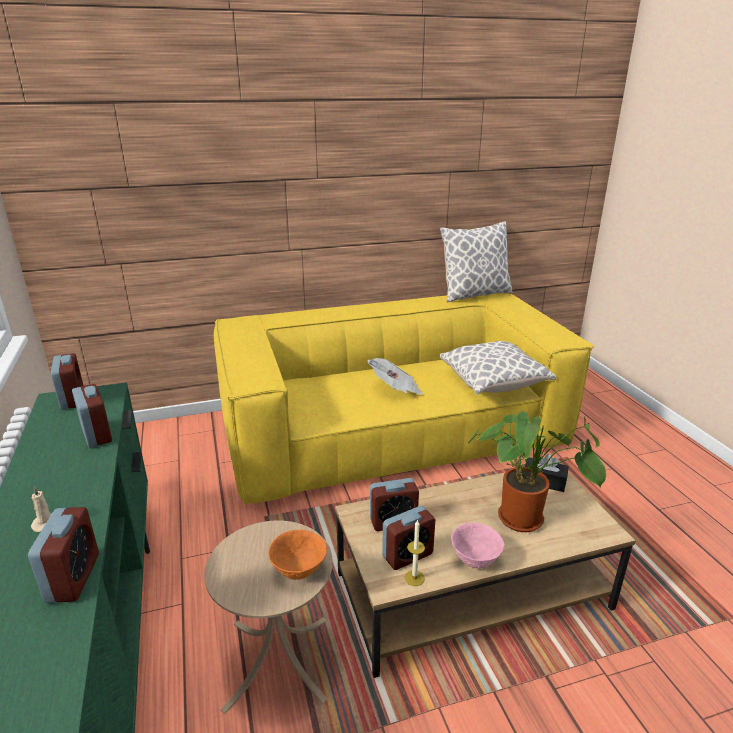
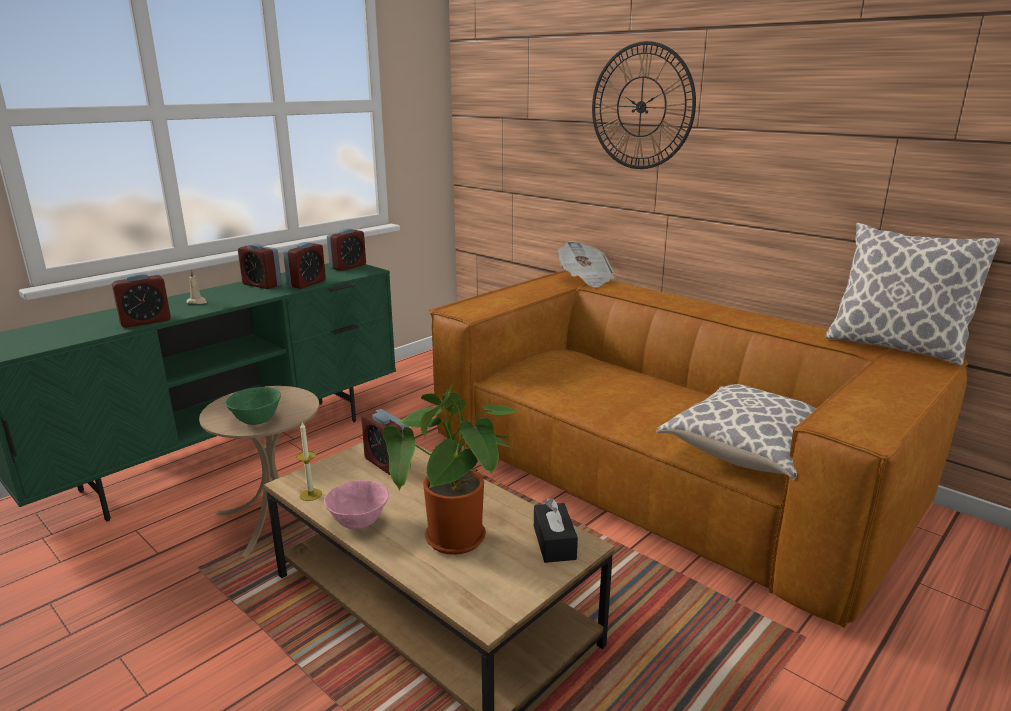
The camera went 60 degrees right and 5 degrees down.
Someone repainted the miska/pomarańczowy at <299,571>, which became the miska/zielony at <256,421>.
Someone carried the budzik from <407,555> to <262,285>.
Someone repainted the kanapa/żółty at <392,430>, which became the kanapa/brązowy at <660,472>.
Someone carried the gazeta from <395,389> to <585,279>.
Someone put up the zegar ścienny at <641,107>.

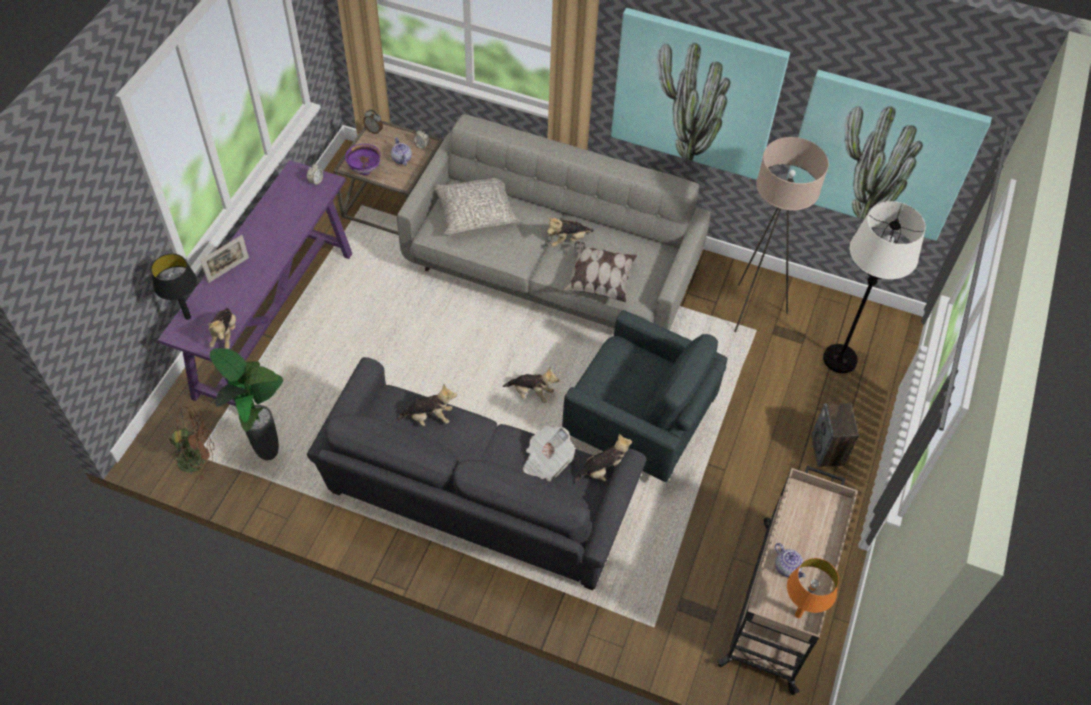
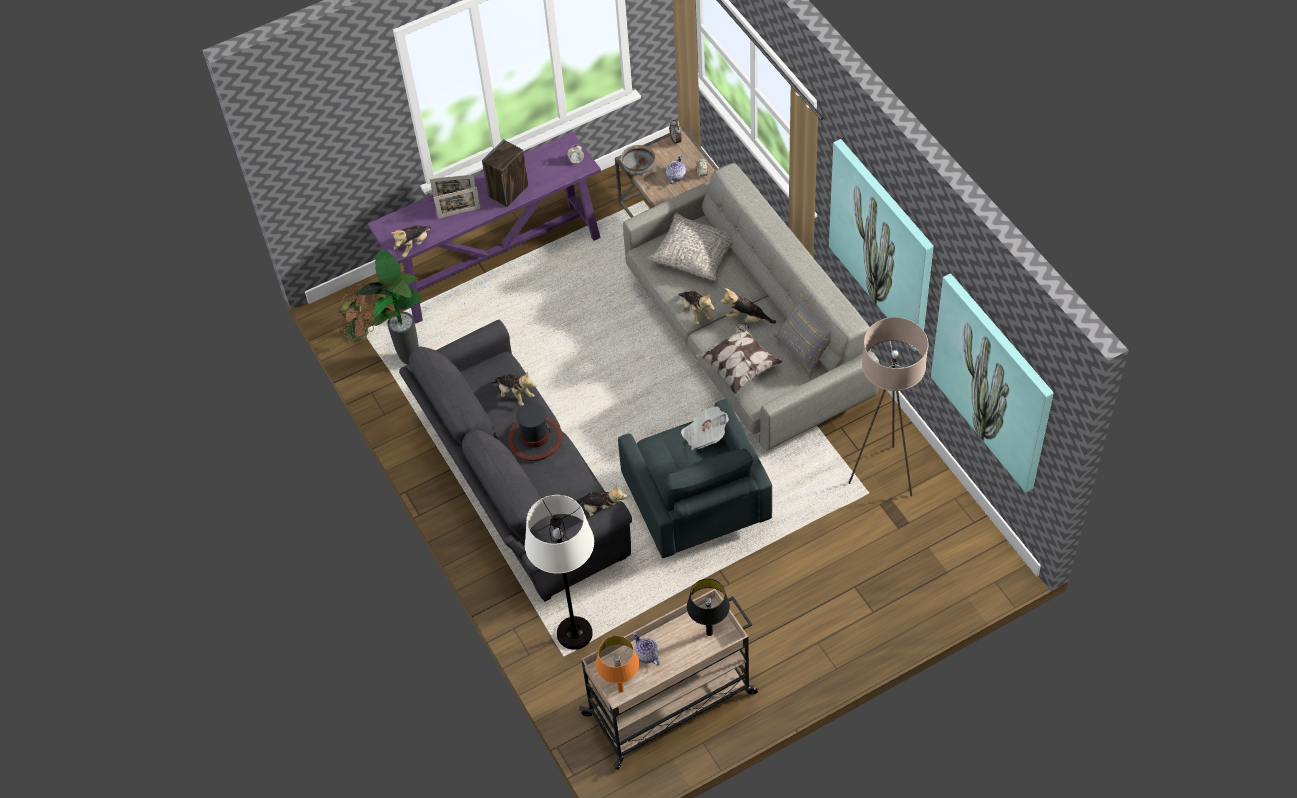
The camera went 45 degrees right and 0 degrees up.
Someone put down the ramka na zdjęcie at <459,213>.
Someone carried the głośnik from <827,451> to <508,192>.
Someone put down the kapelusz at <535,439>.
Someone carried the lampa stojąca/biały from <839,359> to <574,633>.
Someone repainted the miska/fioletowy at <364,169>, which became the miska/szary at <638,170>.
Someone rotated the imbryk at <787,567> by 135 degrees clockwise.
Someone carried the pluszak from <531,393> to <695,312>.
Someone carried the gazeta from <546,460> to <704,435>.
Someone carried the lampa stołowa/czarny from <187,317> to <709,633>.
Someone put down the poduszka/szary at <805,349>.

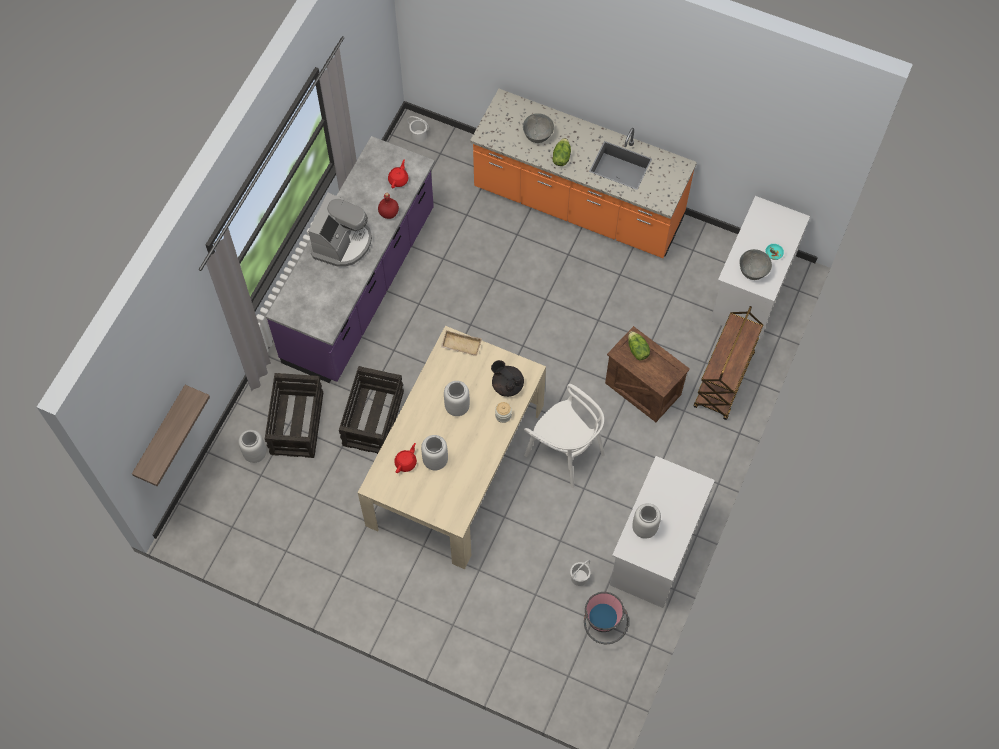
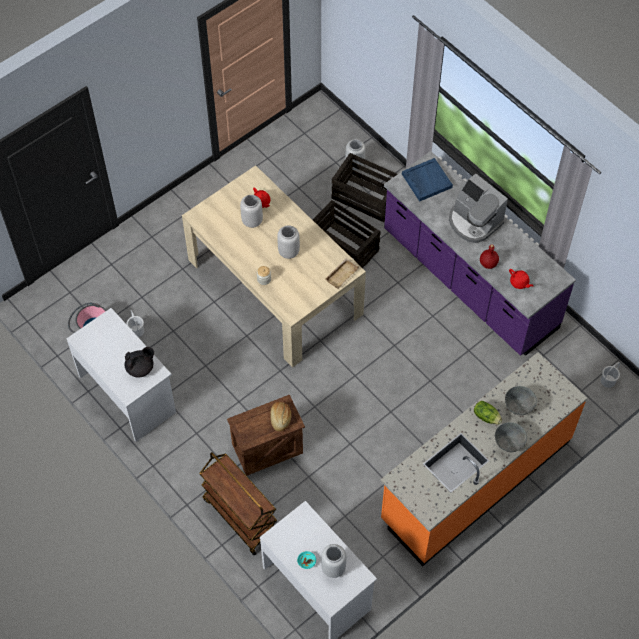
The camera went 115 degrees right and 5 degrees down.
Someone carried the imbryk/czarny from <507,385> to <140,368>.
Someone swapped the sałata at <637,350> for the chleb at <280,418>.
Someone carried the wazon/szary from <644,528> to <333,567>.
Someone put down the taca/niebieski at <426,181>.
Someone carried the miska/szary from <752,272> to <508,443>.
Someone took away the półka at <161,434>.
Someone took away the krzesło/biały at <565,452>.

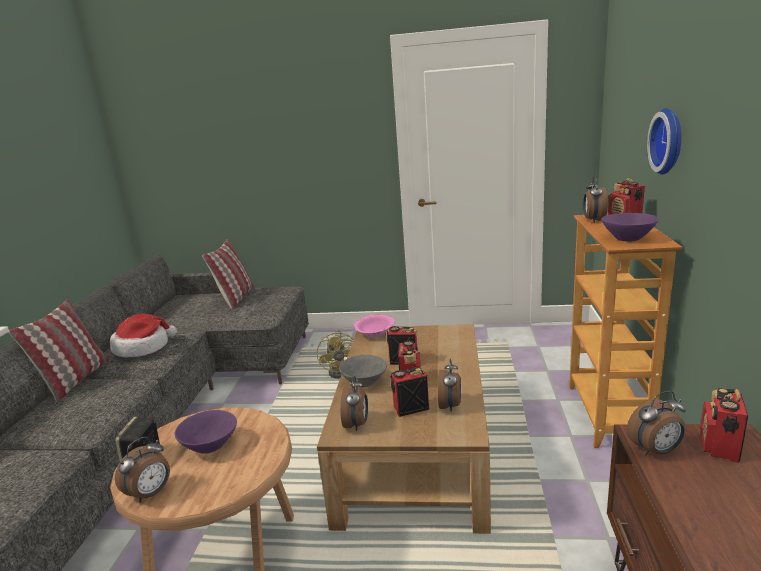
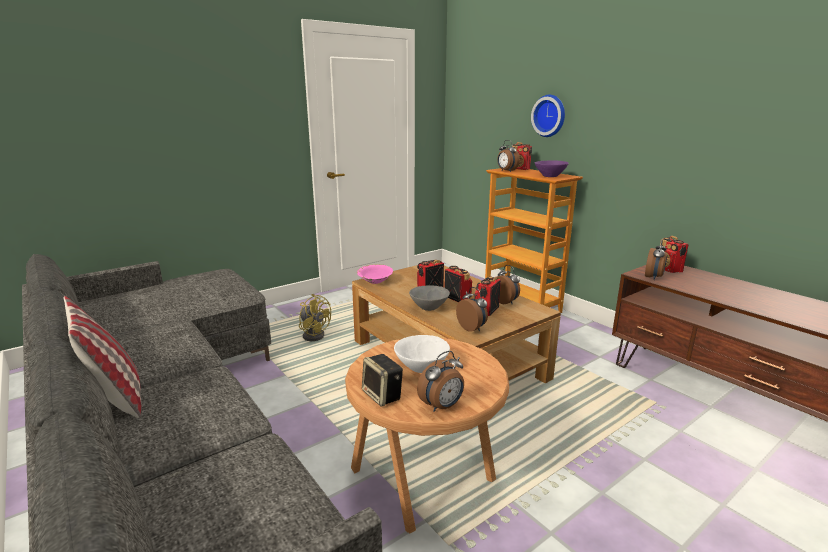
The camera went 45 degrees left and 0 degrees up.
Someone repainted the miska/fioletowy at <211,447>, which became the miska/biały at <422,367>.
Someone rotated the budzik at <151,493> by 60 degrees clockwise.
Someone took away the kapelusz at <143,347>.
Someone took away the poduszka at <236,298>.

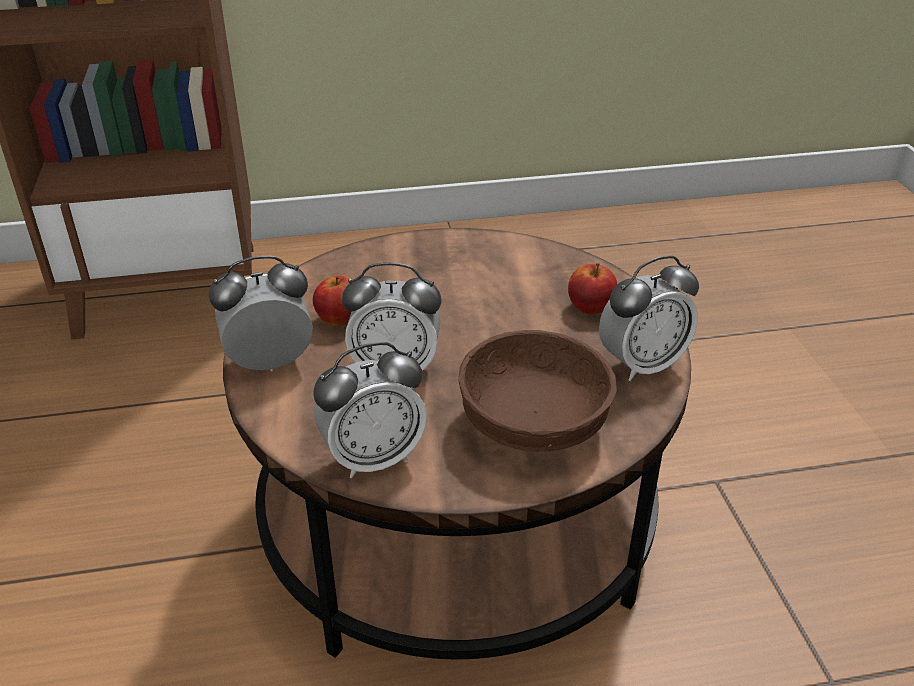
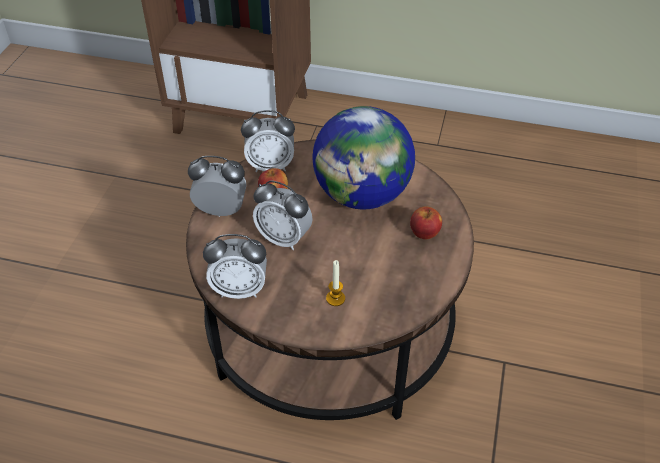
The camera went 25 degrees right and 10 degrees up.
Someone carried the budzik from <642,365> to <270,166>.
Someone put down the globus at <362,195>.
Someone swapped the miska/brązowy at <531,423> for the świeca at <335,298>.

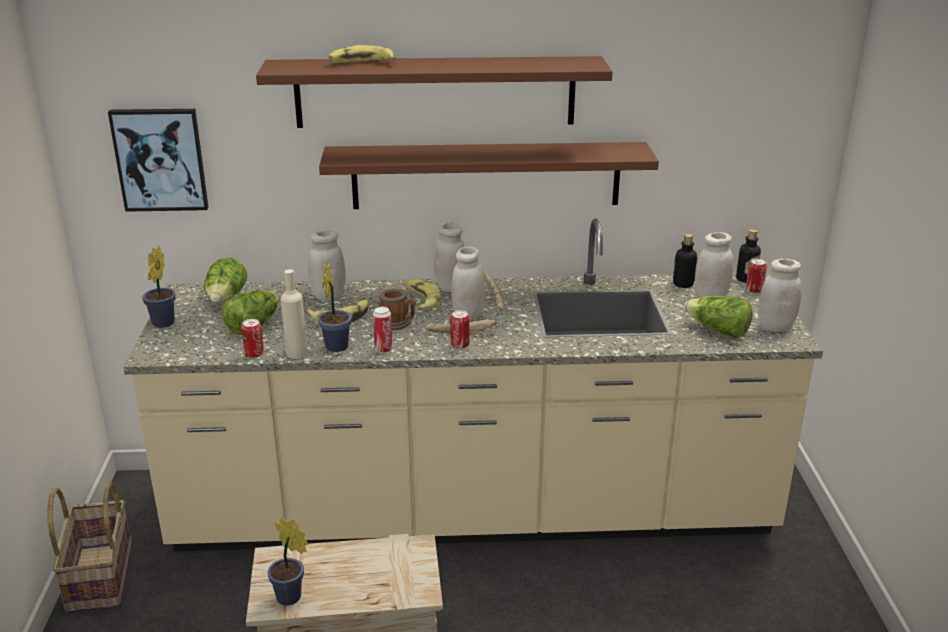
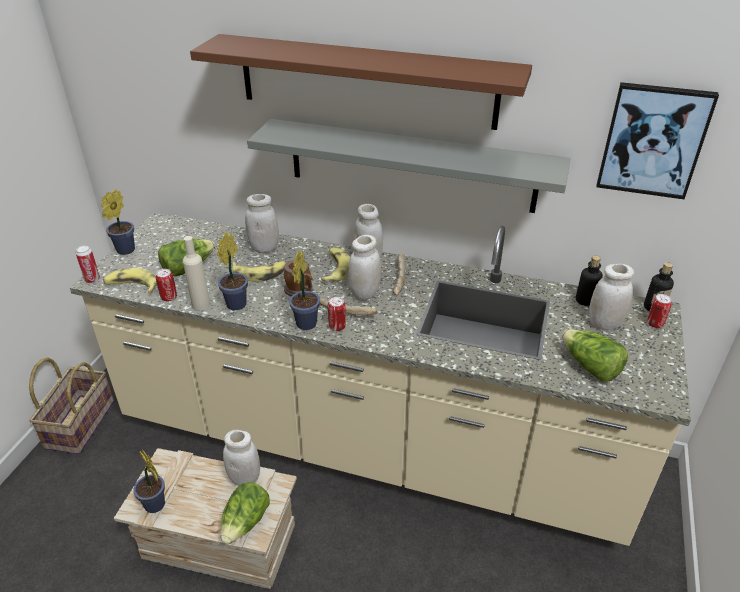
The camera went 20 degrees right and 10 degrees up.
Someone carried the puszka from <383,349> to <92,280>.
Someone carried the banan from <361,64> to <132,286>.
Someone carried the sałata from <226,298> to <246,522>.
Someone carried the słoik/biały from <775,327> to <245,478>.
Someone repainted the półka/brązowy at <486,175>, which became the półka/szary at <411,165>.
Someone put down the roślina doniczkowa at <307,322>.
Someone carried the obraz from <160,159> to <653,140>.

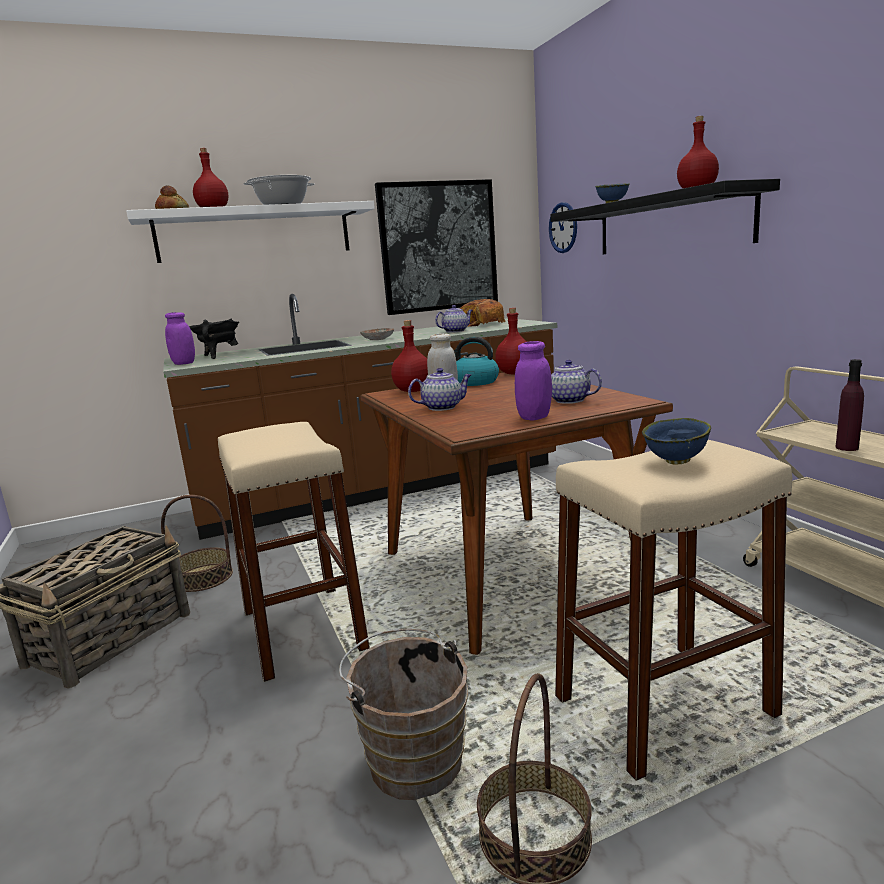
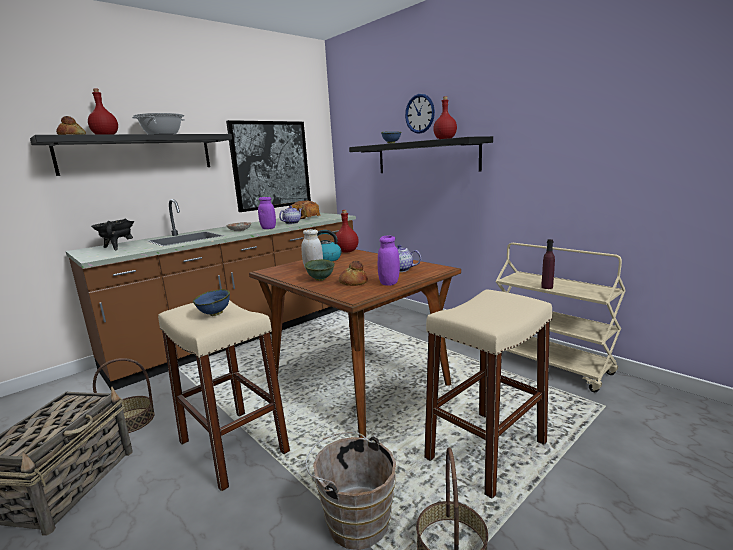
The camera went 20 degrees left and 0 degrees up.
Someone repainted the półka/biały at <255,233>, which became the półka/czarny at <138,154>.
Someone carried the miska/niebieski from <677,462> to <215,314>.
Someone carried the słoik/fioletowy from <184,363> to <268,228>.
Someone swapped the imbryk at <443,407> for the miska/zielony at <321,279>.
Someone put down the chleb at <353,283>.
Someone carried the zegar ścienny from <563,228> to <419,113>.
Someone took away the butelka/czerwony at <413,391>.

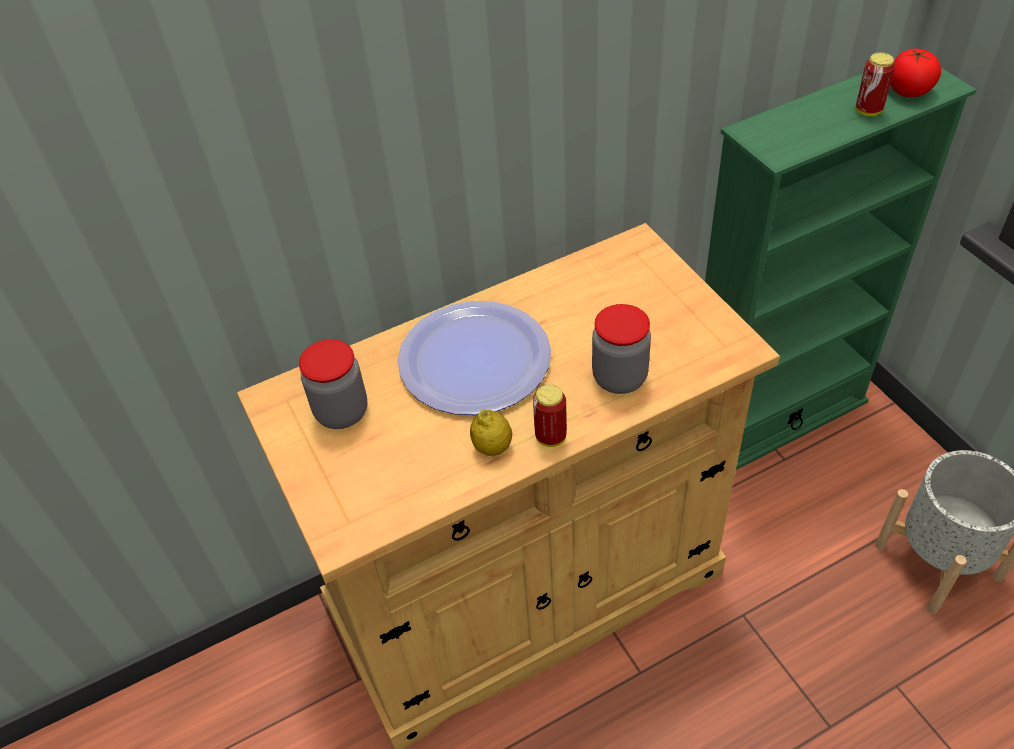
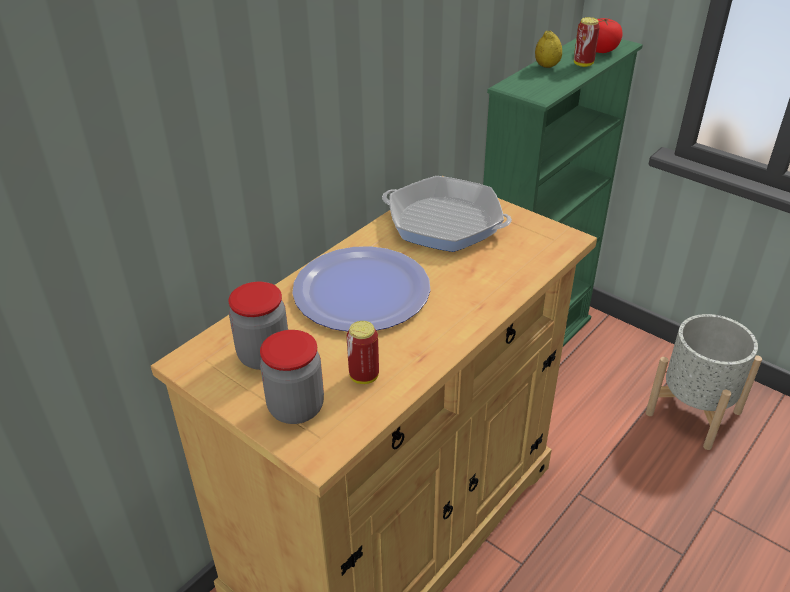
The camera went 25 degrees left and 10 degrees down.
Someone carried the słoik from <619,378> to <296,408>.
Someone carried the puszka from <550,437> to <364,376>.
Someone put down the patelnia at <444,222>.
Someone carried the cytryna from <492,447> to <547,66>.

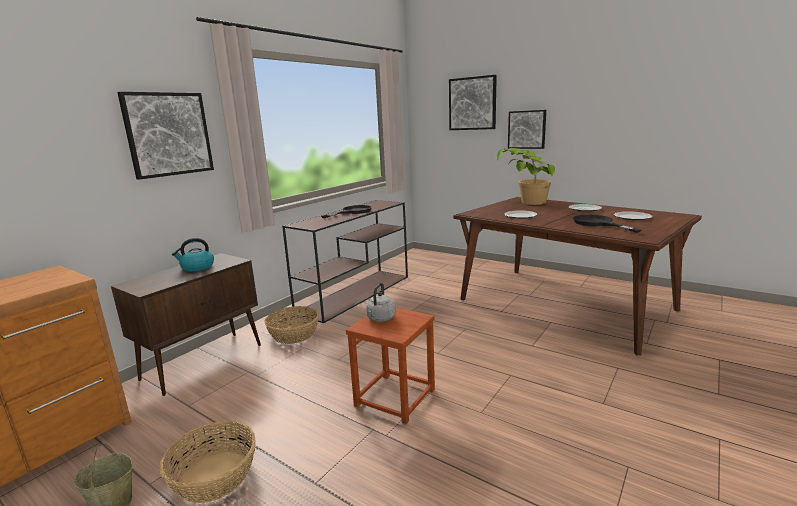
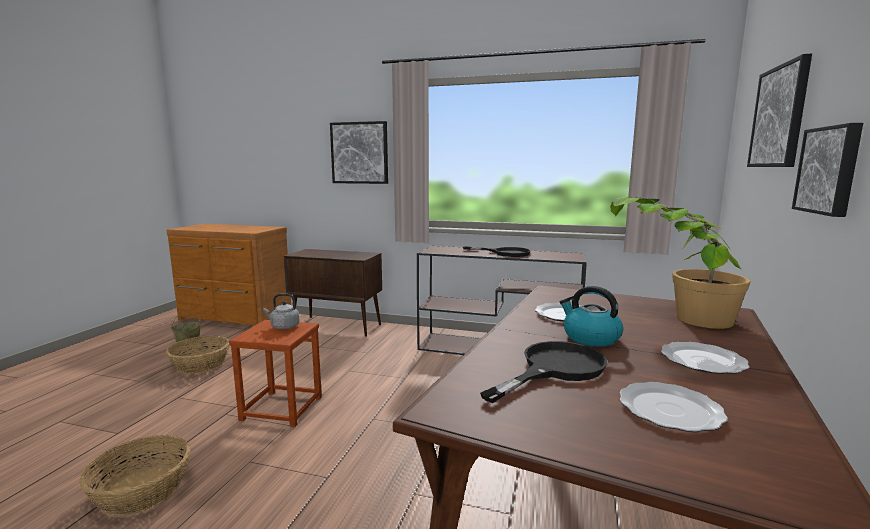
The camera went 70 degrees right and 5 degrees down.
Someone carried the koszyk from <293,334> to <142,490>.
Someone carried the czajnik from <197,267> to <590,338>.

